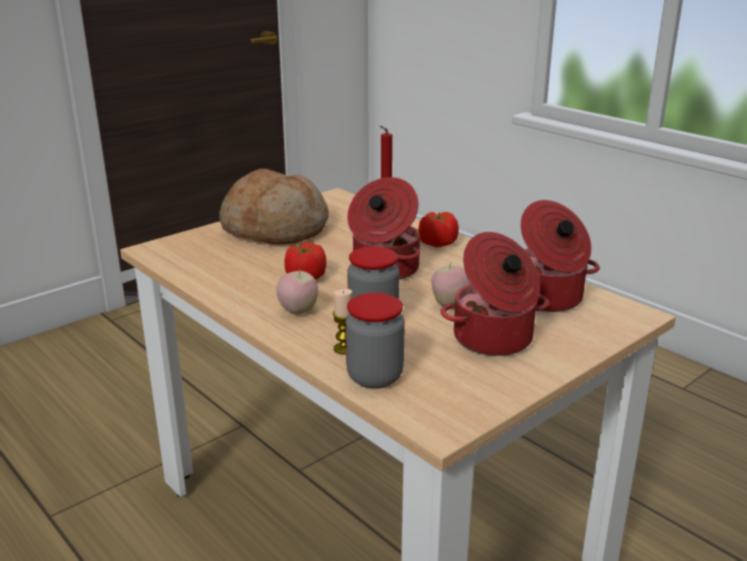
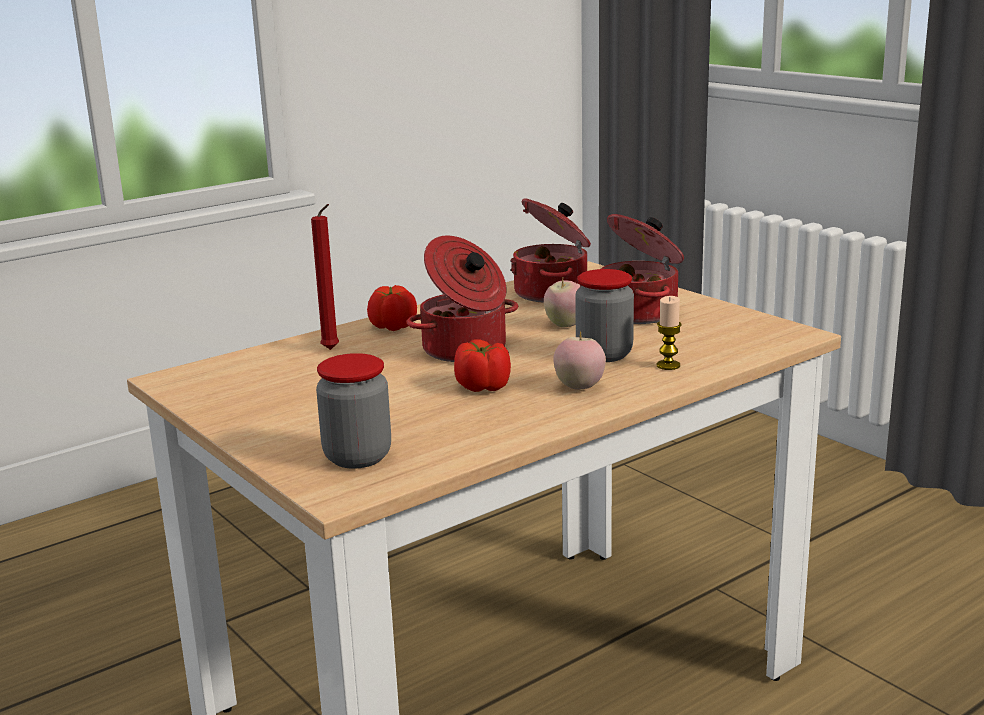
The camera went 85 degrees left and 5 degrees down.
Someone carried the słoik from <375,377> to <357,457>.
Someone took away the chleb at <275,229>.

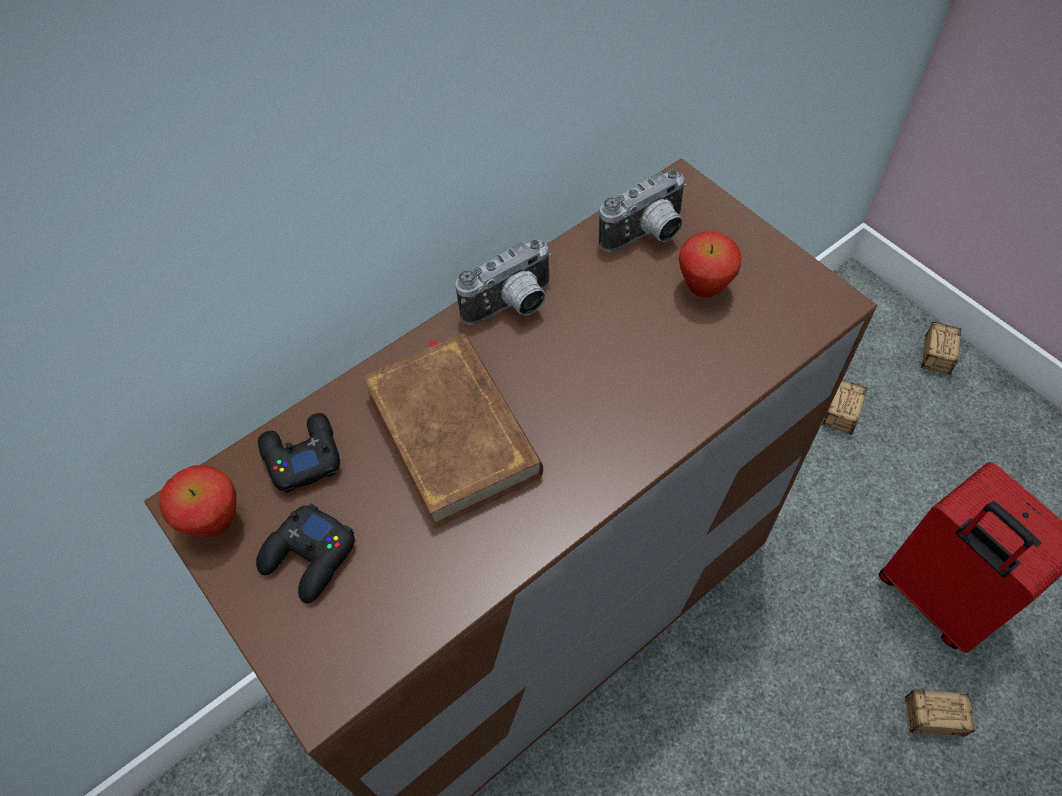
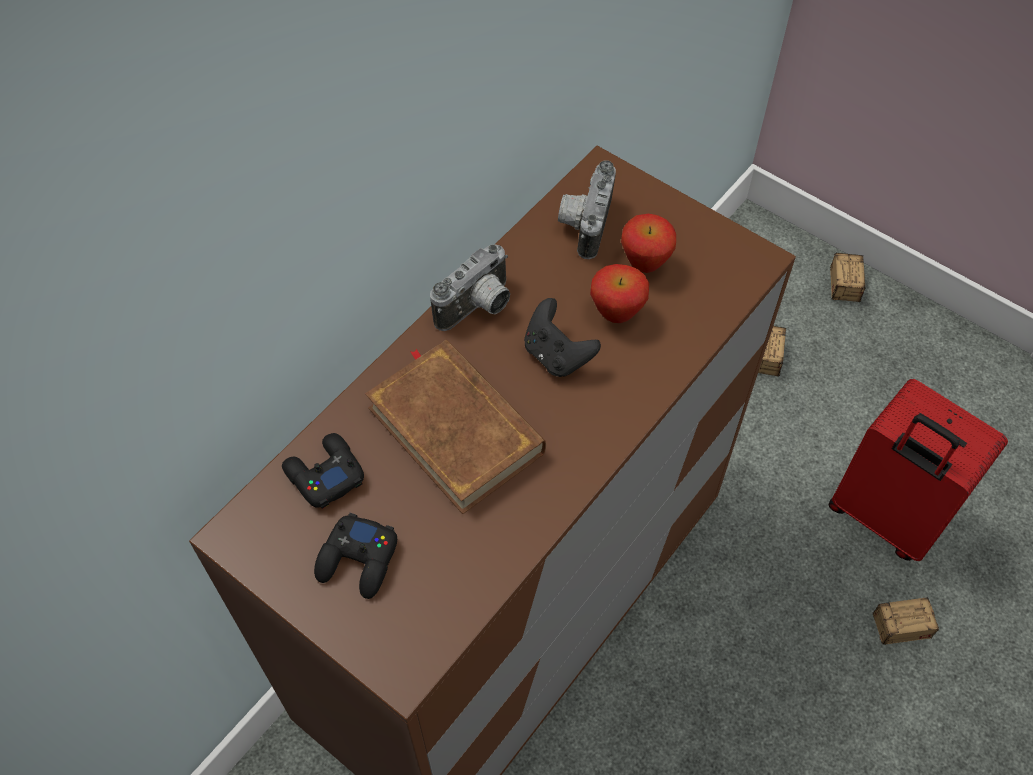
The camera went 15 degrees left and 0 degrees up.
Someone put down the pad do gier/czarny at <557,355>.
Someone rotated the aparat fotograficzny at <647,236> by 150 degrees clockwise.
Someone carried the jabłko from <215,522> to <616,314>.

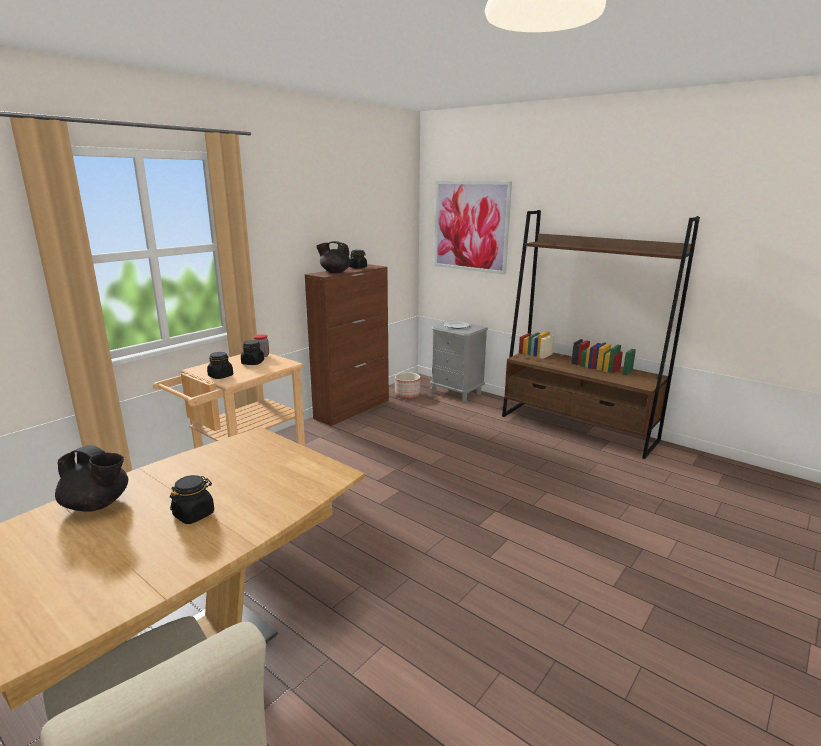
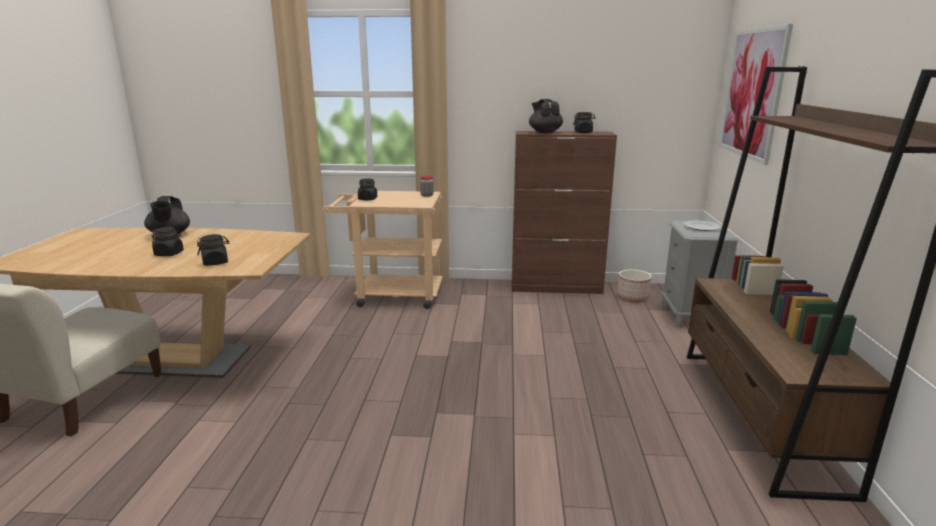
The camera went 55 degrees right and 0 degrees up.
Someone carried the słoik/czarny from <253,363> to <215,262>.

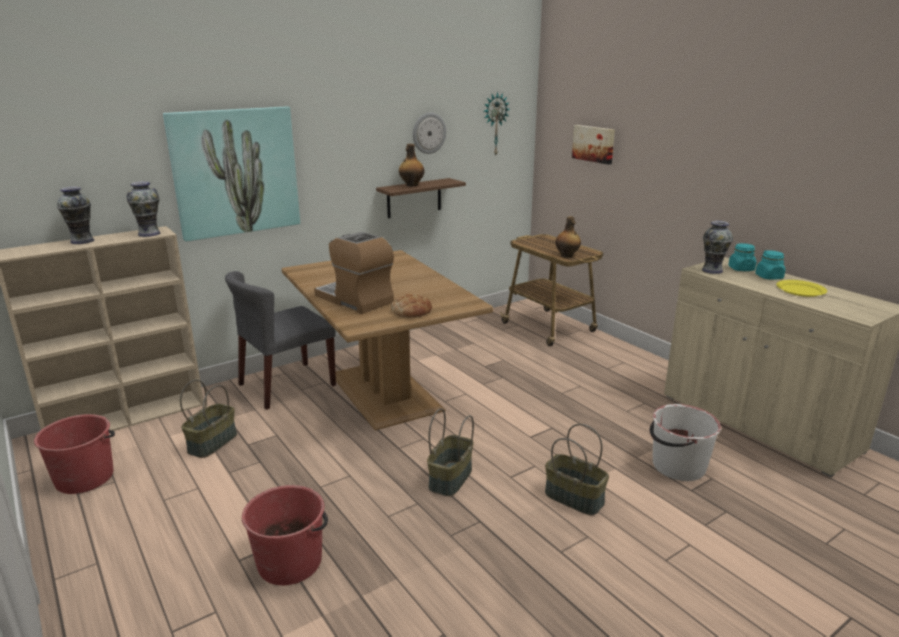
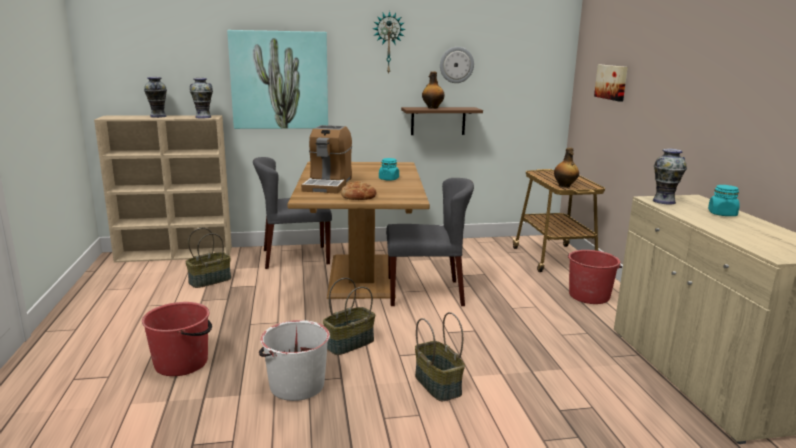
The camera went 25 degrees right and 5 degrees down.
Someone carried the wiadro/biały from <677,466> to <296,385>.
Someone rotated the ekspres do kawy at <355,299> by 150 degrees counterclockwise.
Someone carried the zegar ścienny from <494,124> to <388,43>.
Someone carried the słoik/turkusowy from <741,269> to <389,179>.
Someone put down the krzesło/szary at <425,293>.
Someone carried the wiadro/czerwony from <85,477> to <589,296>.
Someone took away the talerz/żółty at <800,290>.

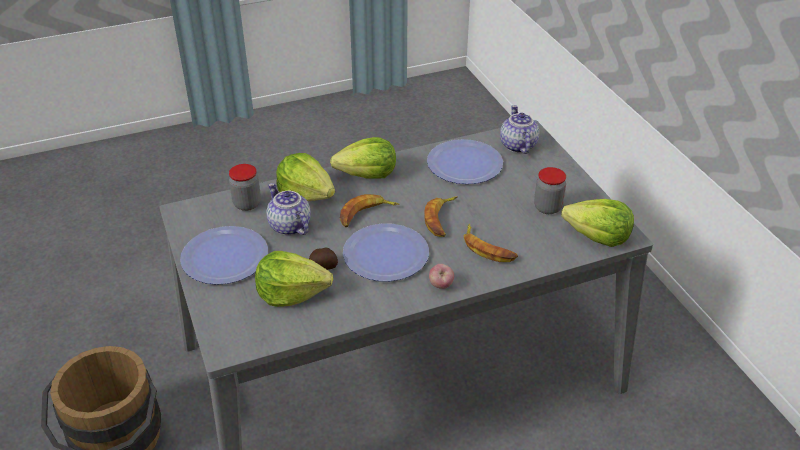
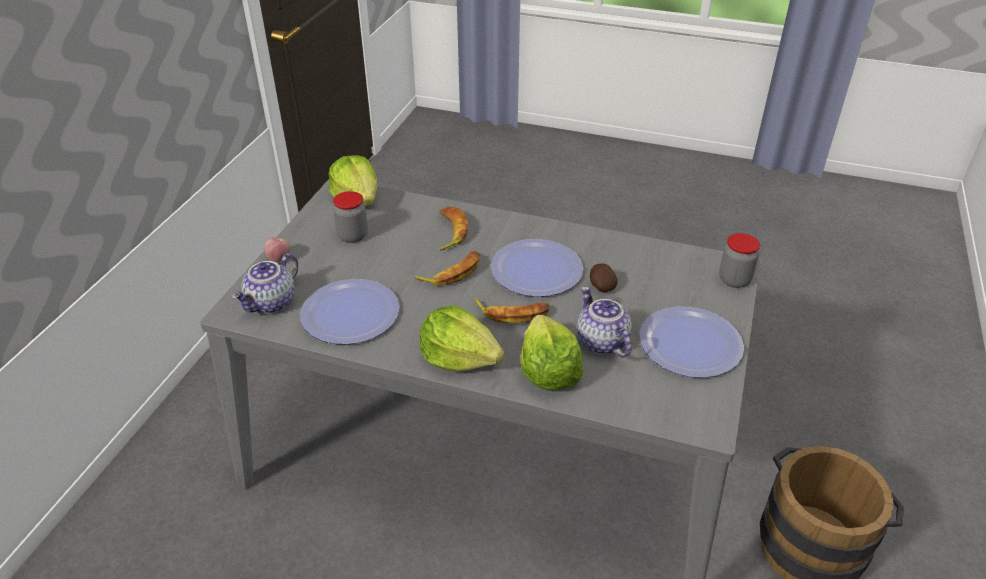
The camera went 140 degrees left and 0 degrees up.
Someone carried the jabłko from <441,286> to <279,258>.
Someone rotated the imbryk at <288,226> by 150 degrees clockwise.
Someone carried the słoik from <247,204> to <734,280>.
Someone took away the sałata at <291,293>.

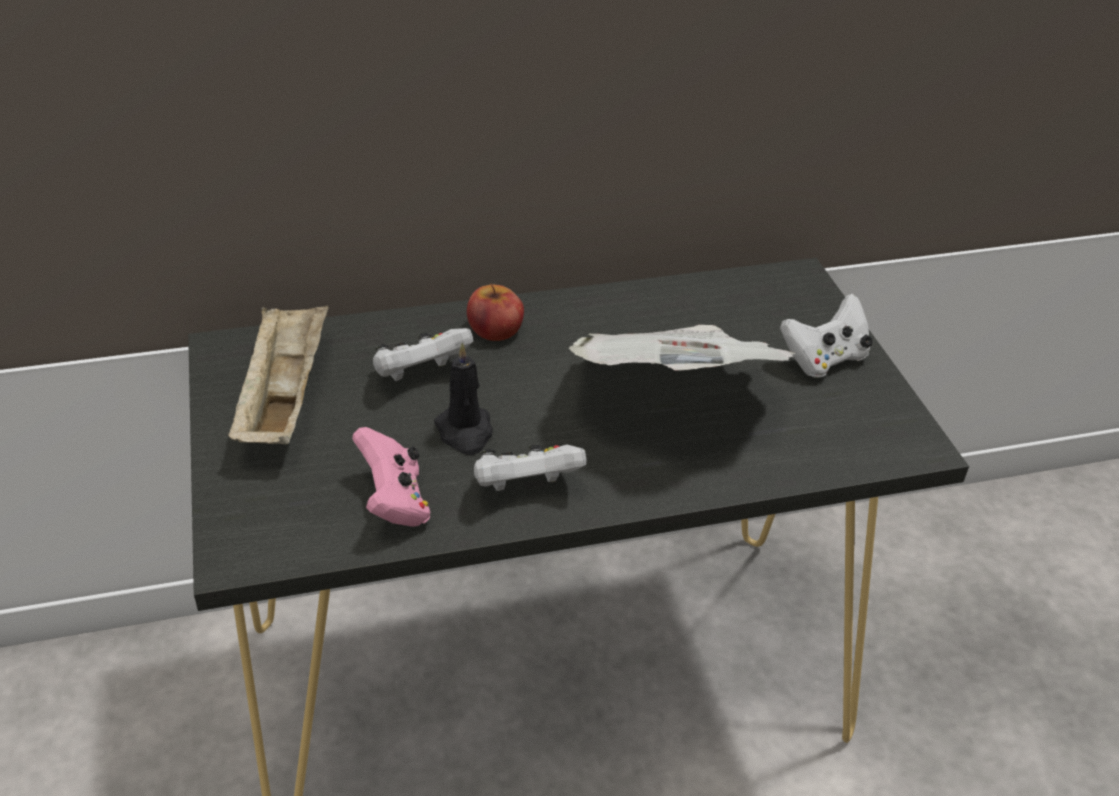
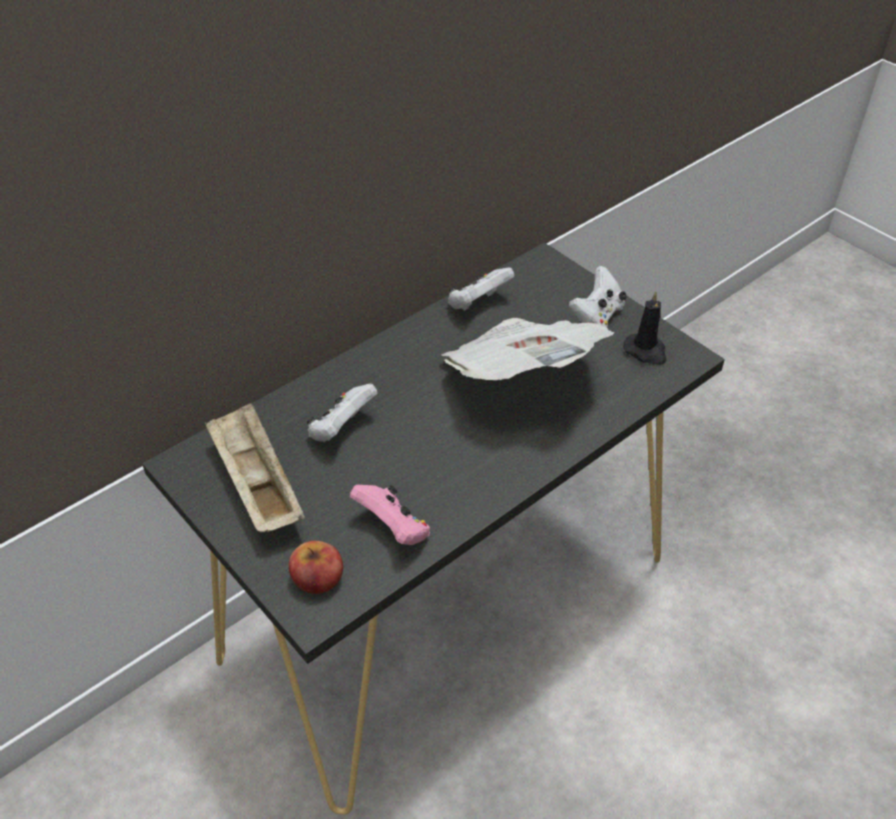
The camera went 25 degrees left and 5 degrees up.
Someone carried the jabłko from <495,329> to <317,578>.
Someone carried the pad do gier/biały from <526,487> to <478,304>.
Someone carried the świeca/czarny from <465,432> to <646,351>.

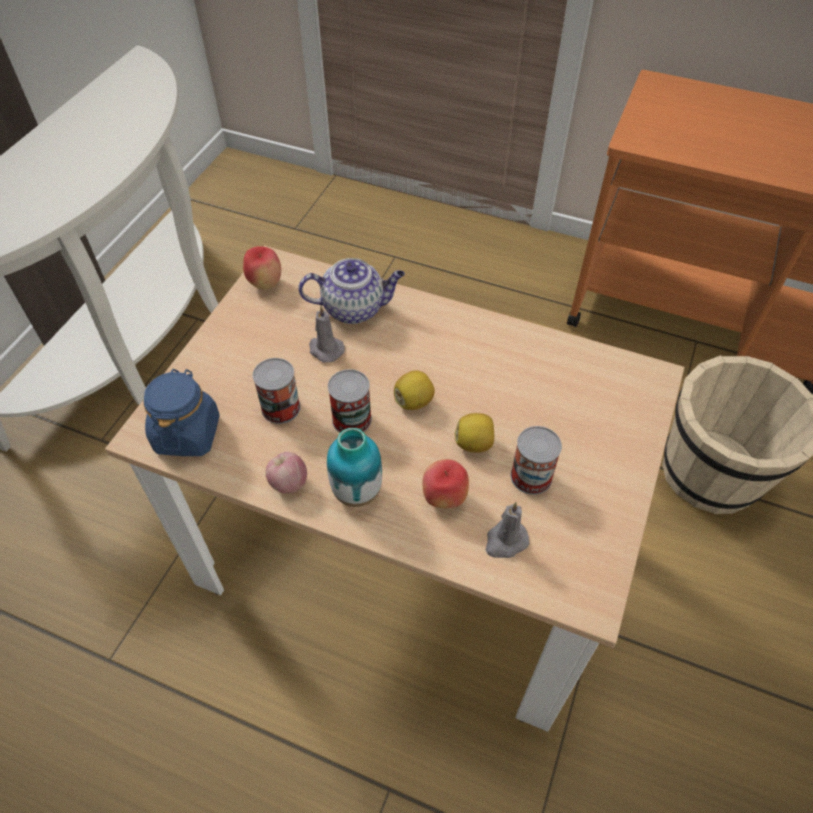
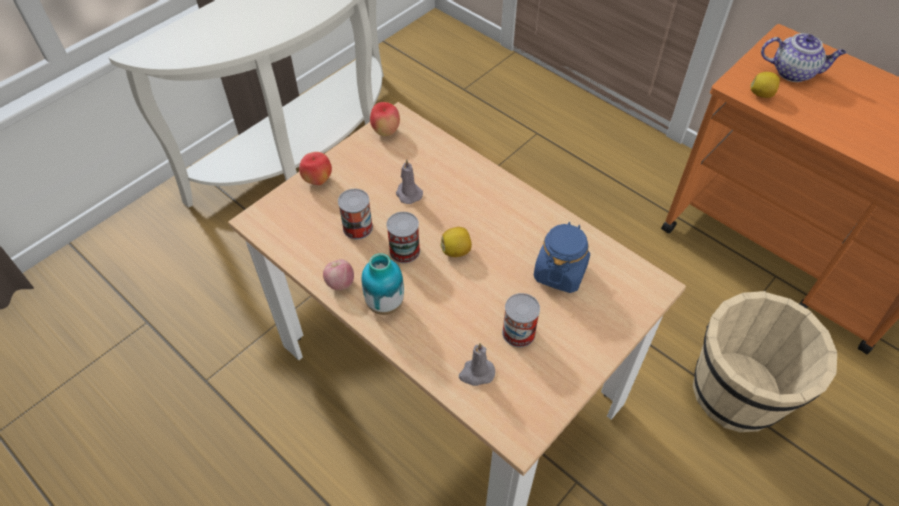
The camera went 20 degrees right and 0 degrees up.
Someone carried the jabłko from <444,497> to <318,180>.
Someone carried the słoik/niebieski from <187,433> to <560,272>.
Someone carried the cytryna from <474,443> to <761,94>.
Someone carried the imbryk from <355,308> to <794,72>.

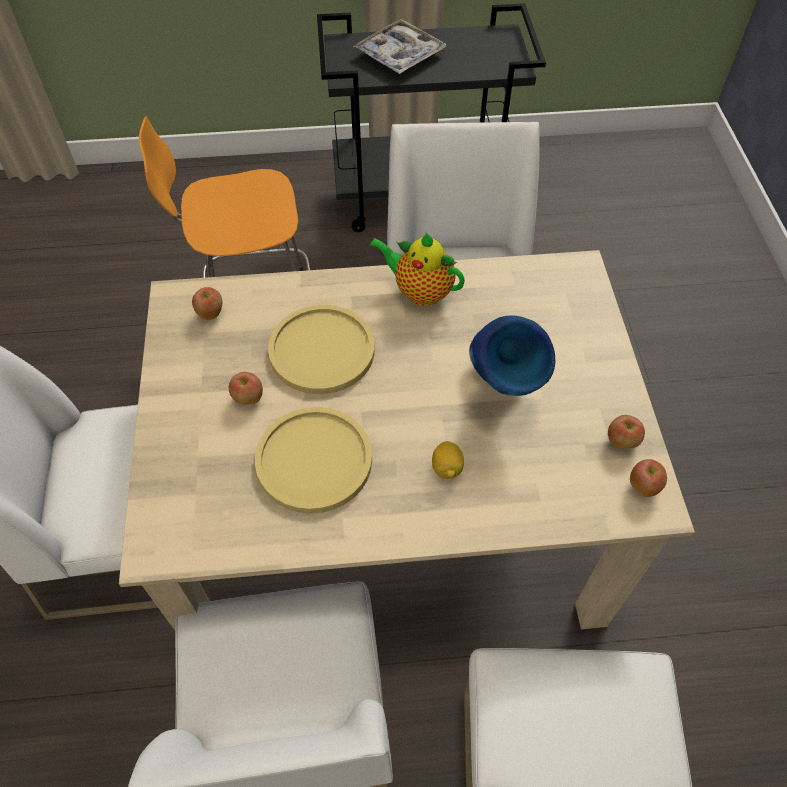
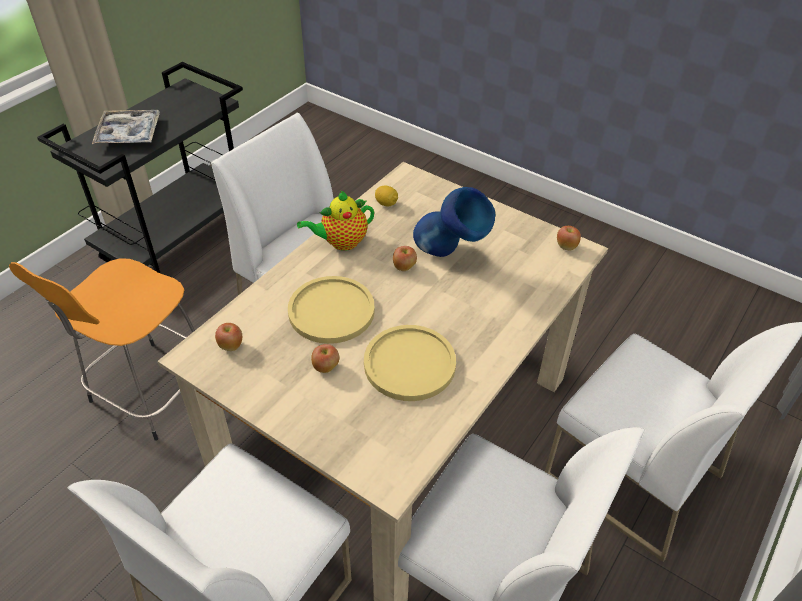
The camera went 50 degrees left and 10 degrees down.
Someone carried the cytryna from <446,468> to <386,203>.
Someone carried the jabłko from <621,442> to <404,267>.

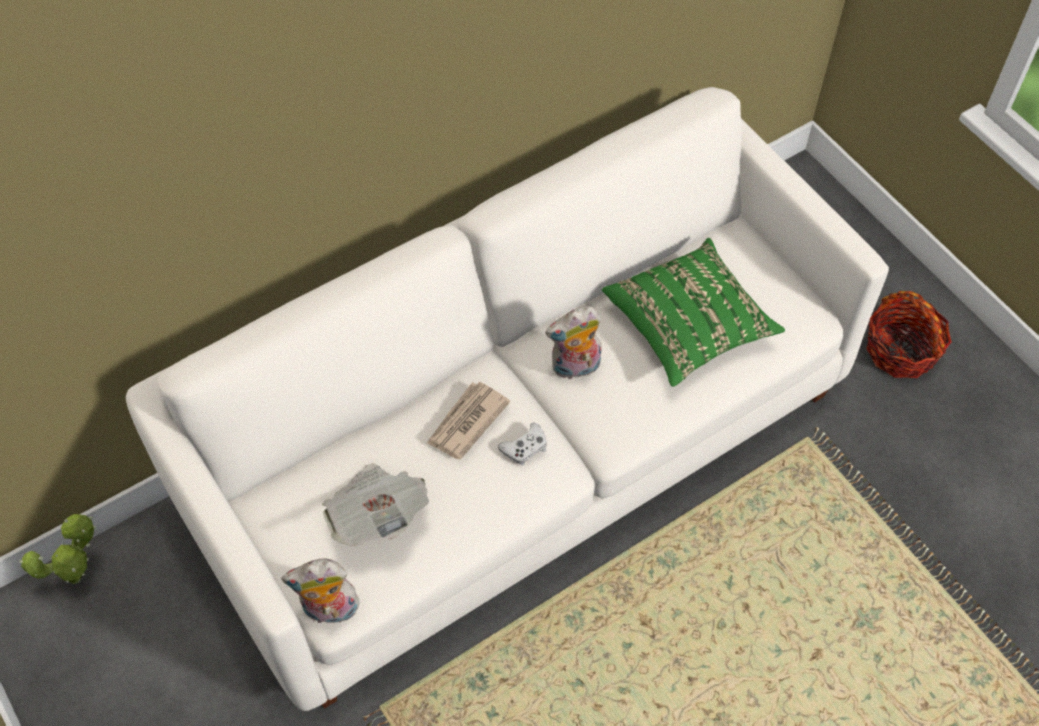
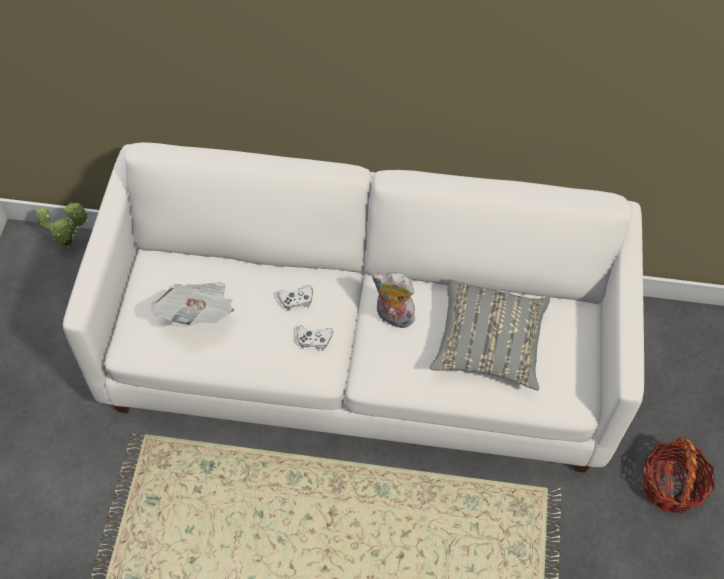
The camera went 40 degrees right and 0 degrees up.
Someone swapped the gazeta at <466,422> for the pad do gier/biały at <296,300>.
Someone repainted the poduszka/zielony at <688,325>, which became the poduszka/szary at <488,344>.
Someone took away the pluszak at <329,611>.

